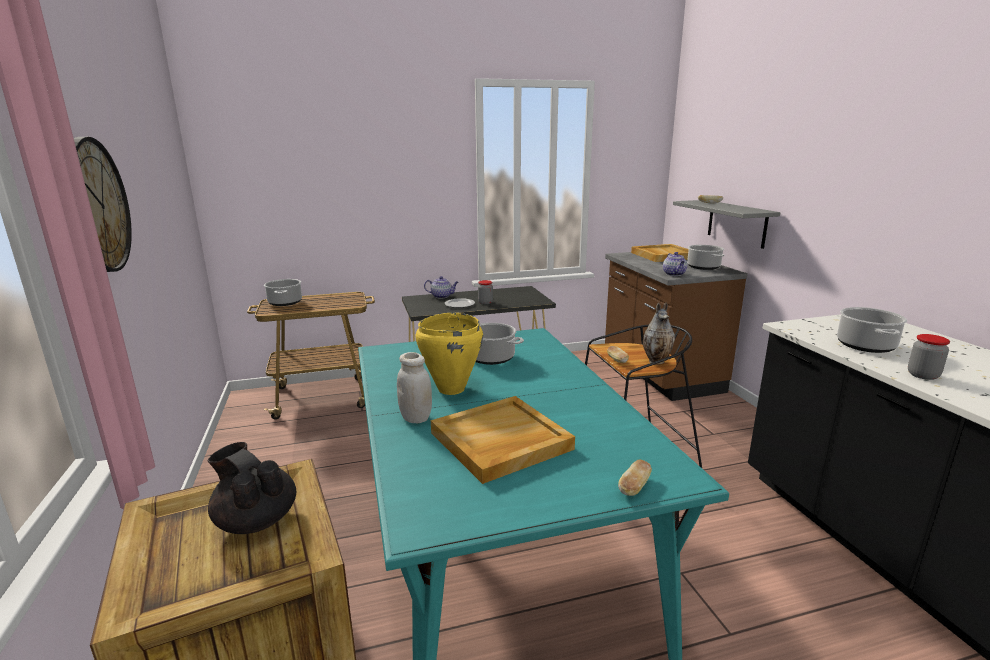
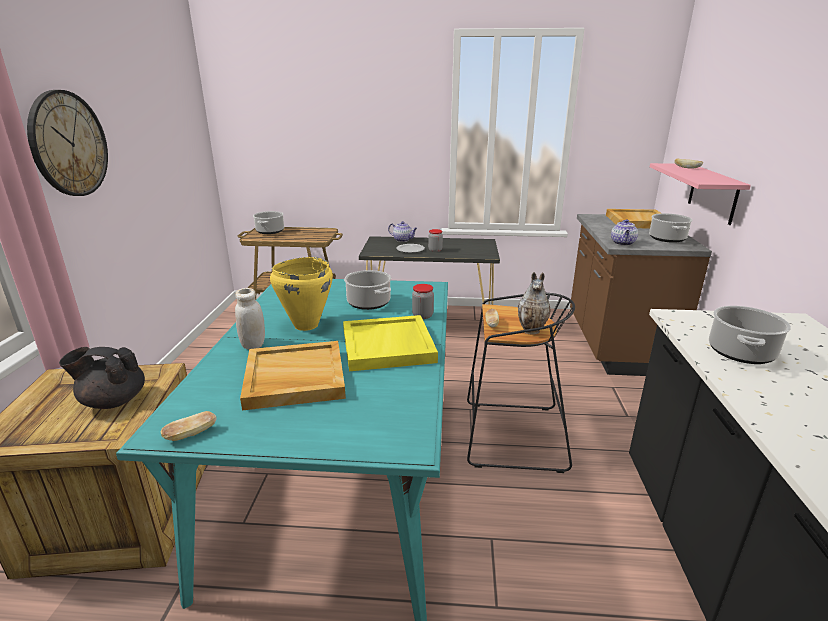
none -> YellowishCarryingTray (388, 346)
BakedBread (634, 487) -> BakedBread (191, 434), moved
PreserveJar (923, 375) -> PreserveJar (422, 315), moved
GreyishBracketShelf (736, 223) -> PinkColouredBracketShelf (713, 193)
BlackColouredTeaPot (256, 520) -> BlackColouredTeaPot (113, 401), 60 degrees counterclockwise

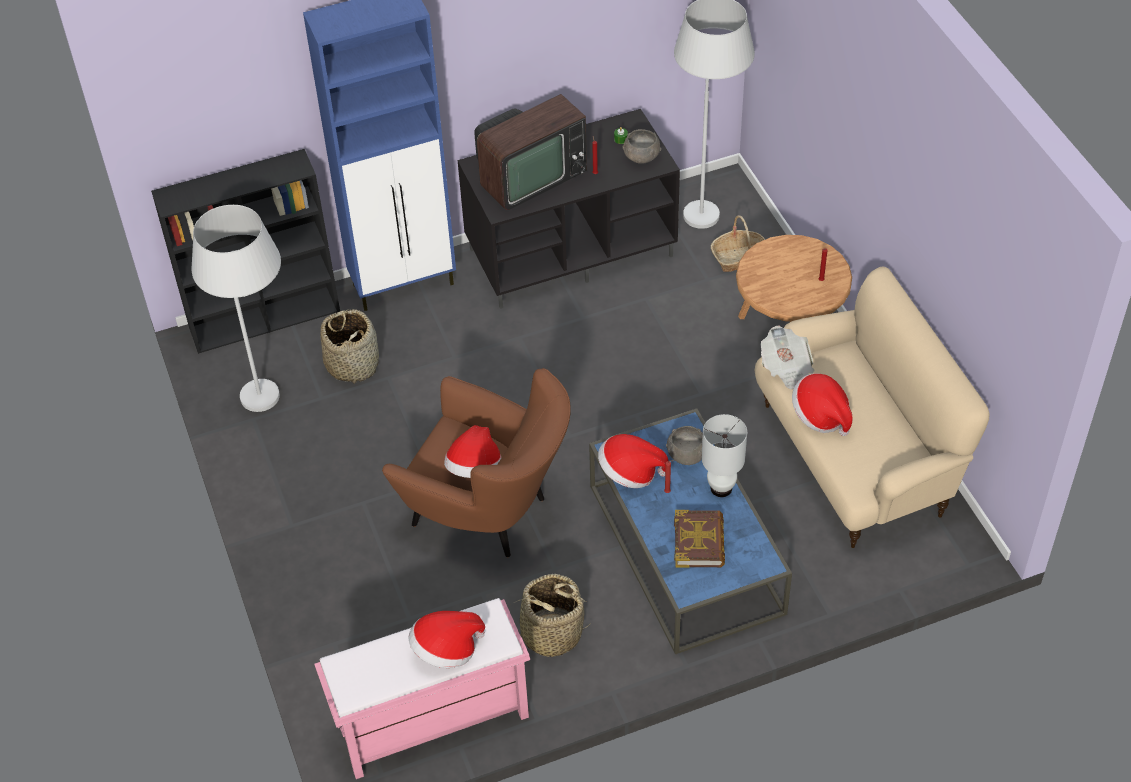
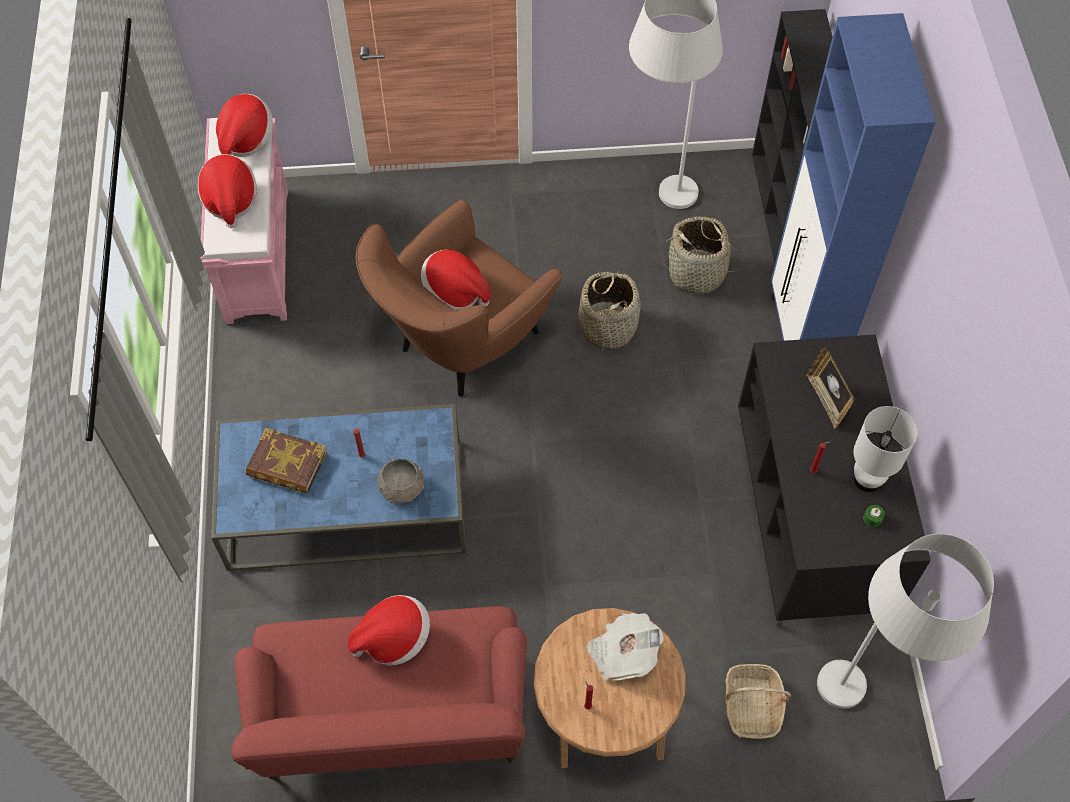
GreyishDeepDish (641, 156) -> none
Basket (551, 633) -> Basket (608, 326), moved
ClothingHat (630, 473) -> ClothingHat (245, 139), moved
WhitishLampForATable (721, 488) -> WhitishLampForATable (867, 480), moved
Newspaper (786, 367) -> Newspaper (623, 653), moved
Television (529, 176) -> StandingFrame (826, 399)
BeigeSettee (856, 458) -> ReddishSettee (393, 720)

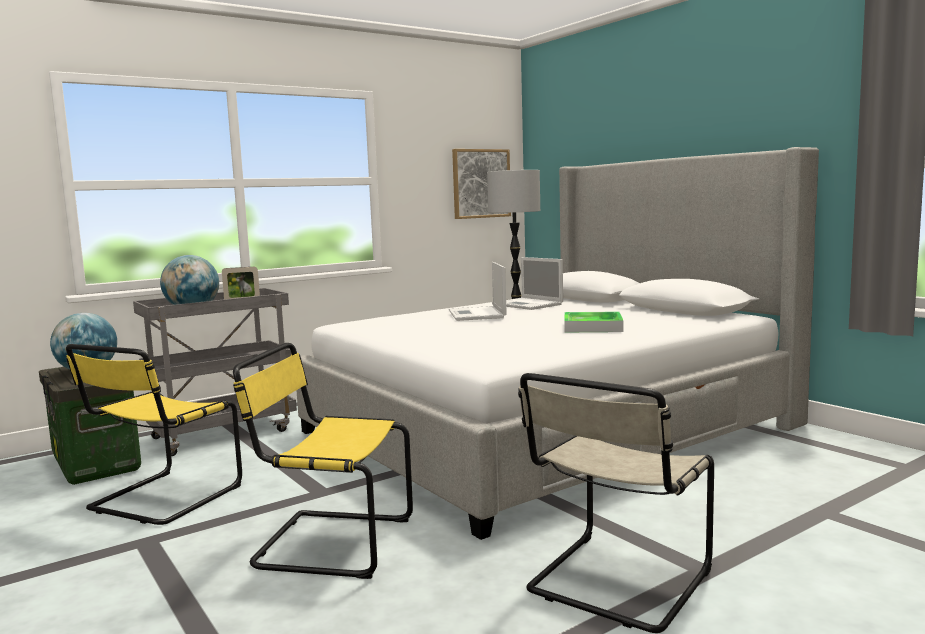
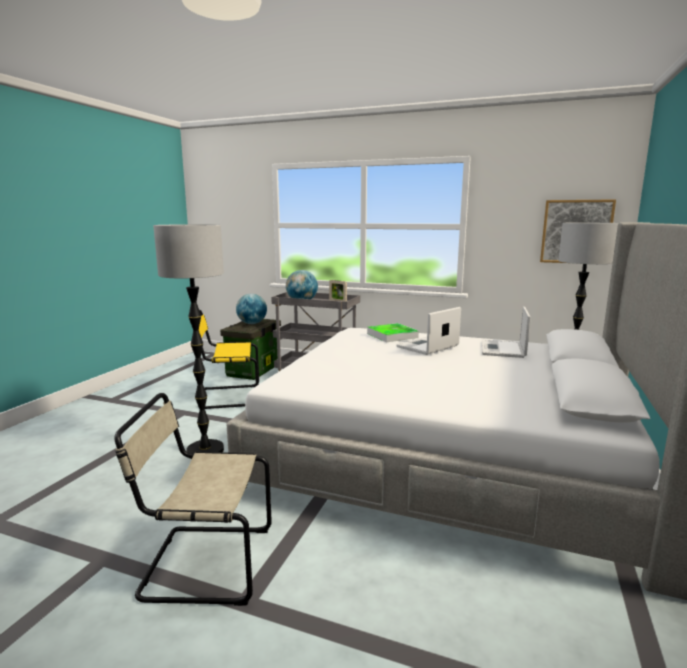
CarryingTray (592, 327) -> CarryingTray (392, 335), moved
YellowishUprightChair (328, 543) -> FloorLamp (205, 451)

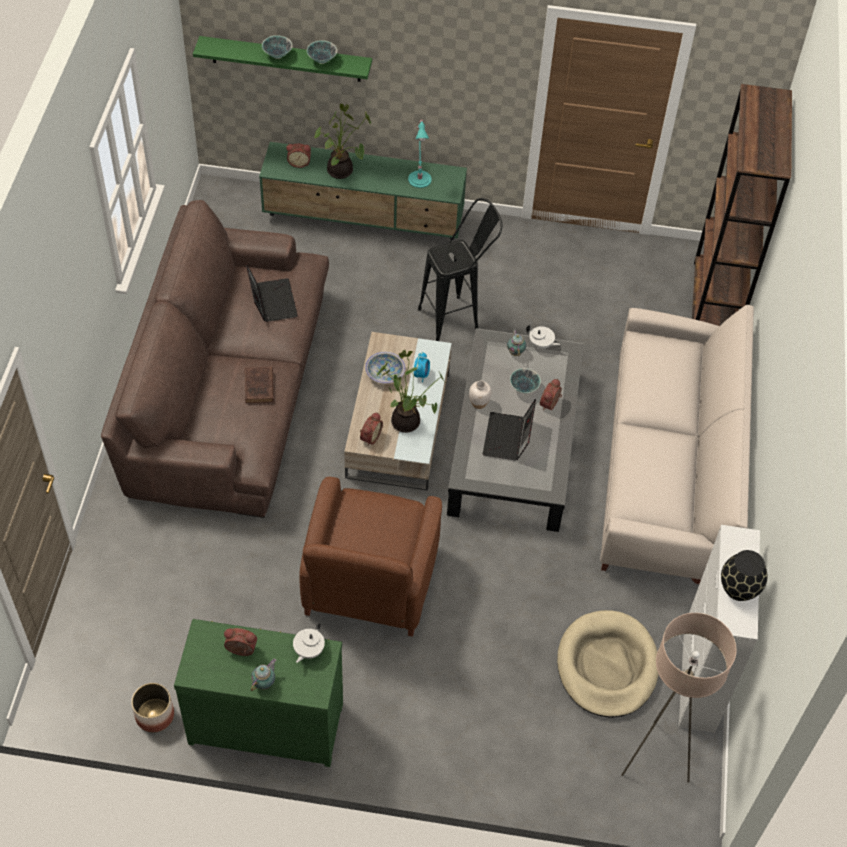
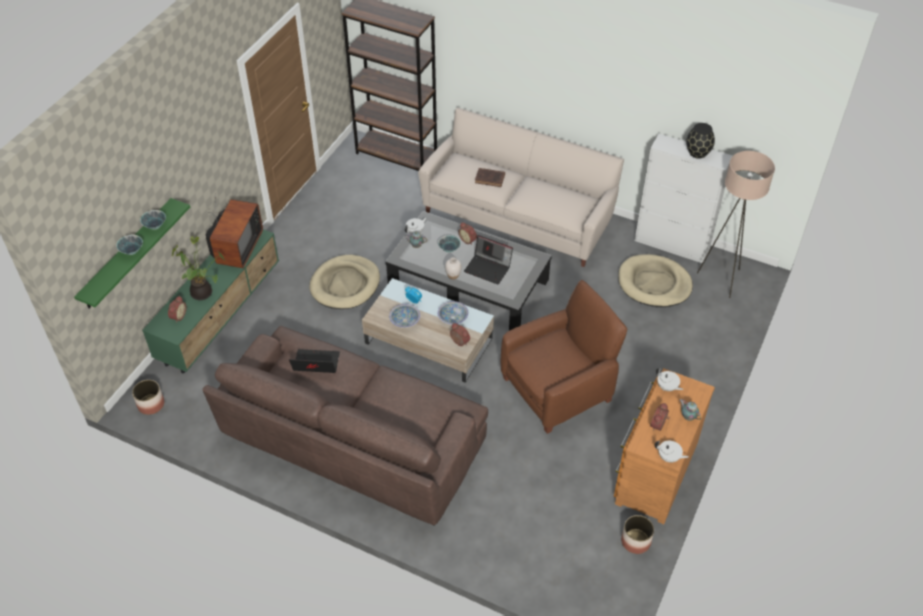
none -> PlantPot (150, 404)
none -> WhitishTeaPot (669, 457)
BrownColouredVolume (259, 388) -> BrownColouredVolume (490, 179), moved
Houseplant (407, 421) -> DeepDish (452, 318)
BlueGreenLampForATable (419, 178) -> Television (236, 249)
BlackColouredSittingStool (457, 317) -> BeigeDogBed (345, 284)
GreenDrawerChest (266, 719) -> BrownColouredDrawerChest (653, 472)
BrownColouredLoungeChair (369, 582) -> BrownColouredLoungeChair (558, 388), 60 degrees counterclockwise

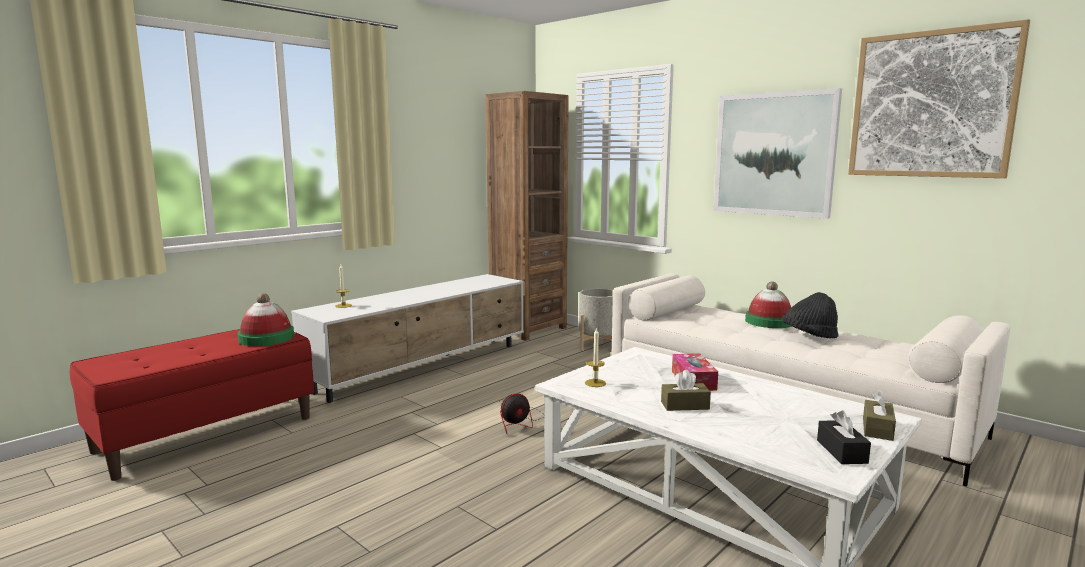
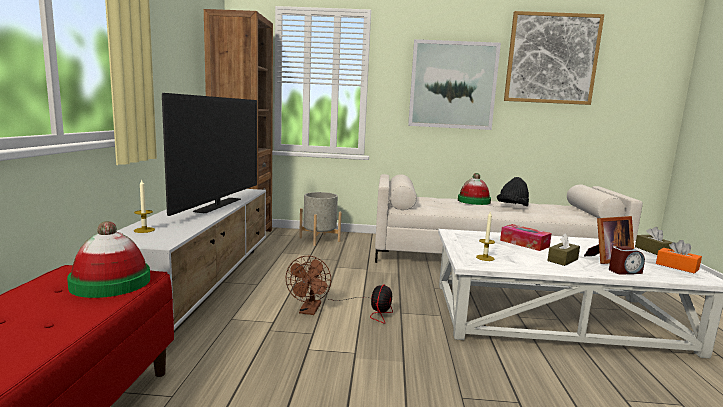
none -> Television (218, 205)
none -> BrownColouredCoolingFan (309, 311)
none -> StandingFrame (607, 259)
none -> AlarmClock (624, 271)
BlackColouredTissueHolder (841, 451) -> OrangeColouredTissueHolder (677, 266)

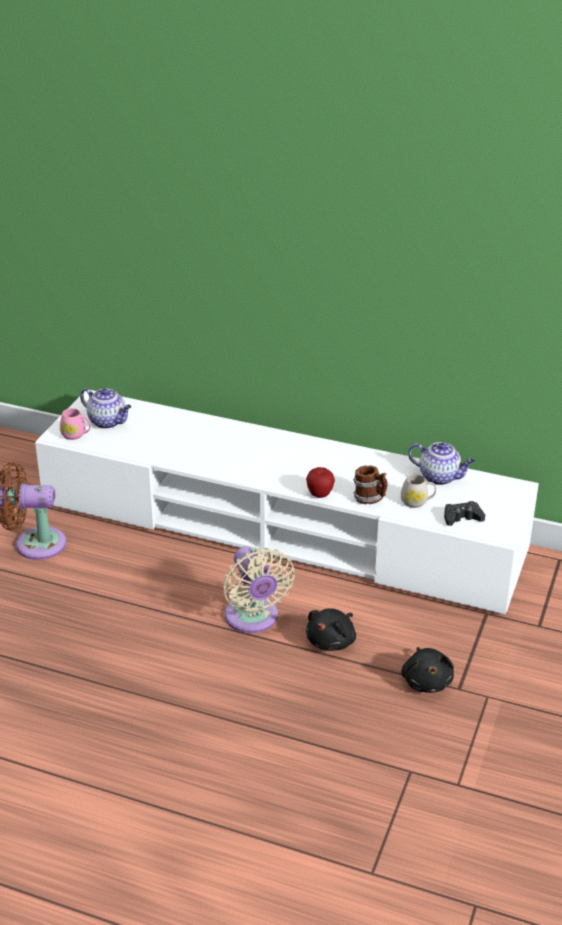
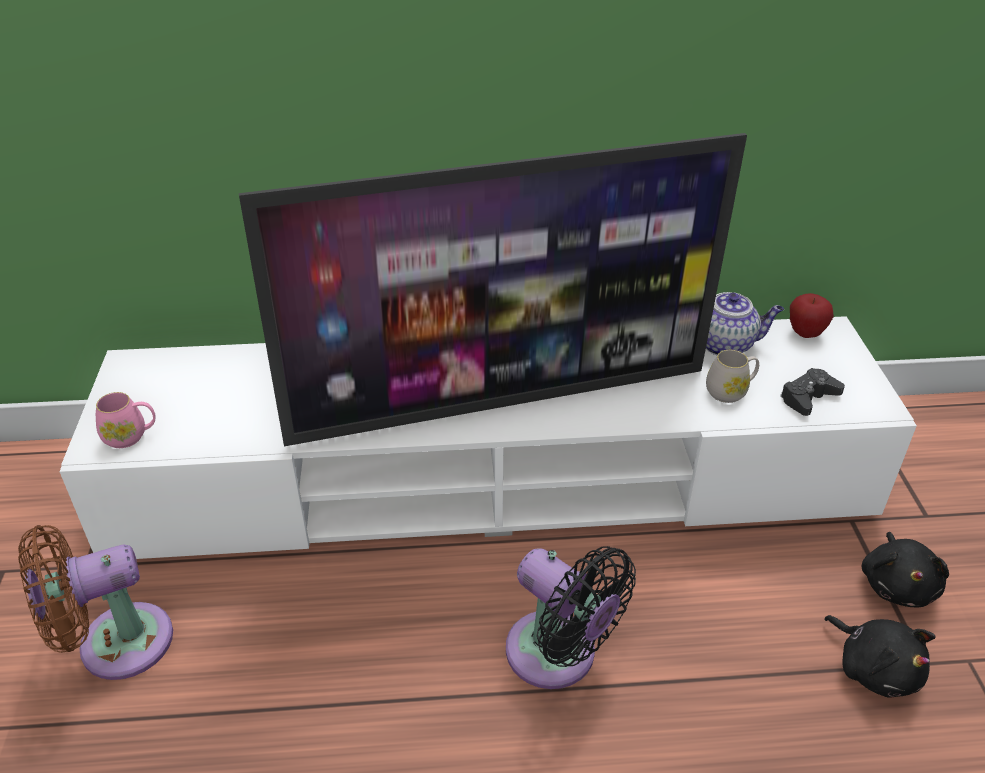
TeaPot (108, 422) -> none
CoffeeMug (370, 499) -> none
none -> Television (501, 402)
Apple (320, 495) -> Apple (805, 333), moved
BlackColouredCuddlyToy (332, 641) -> BlackColouredCuddlyToy (897, 585), moved
BeigeCoolingFan (253, 619) -> BlackColouredCoolingFan (558, 656)

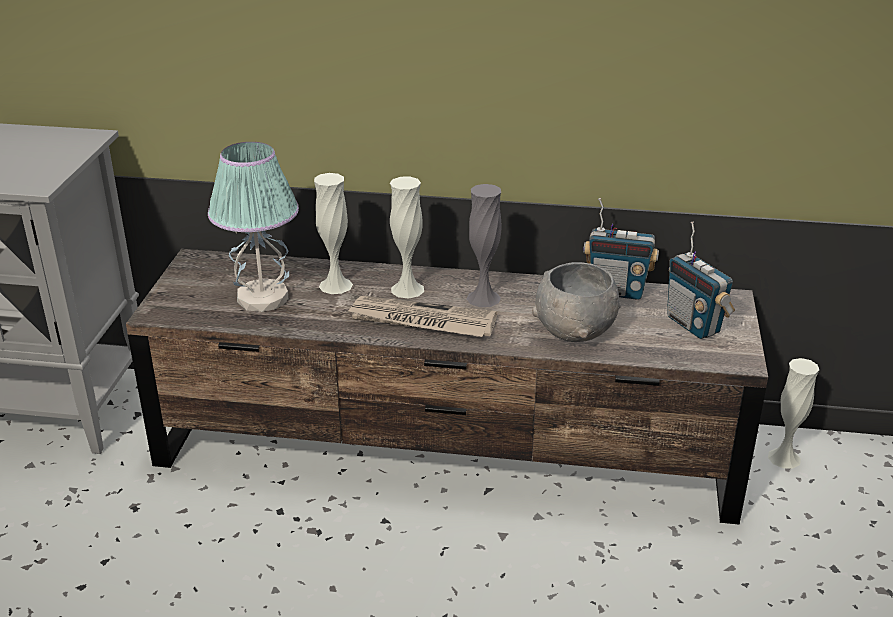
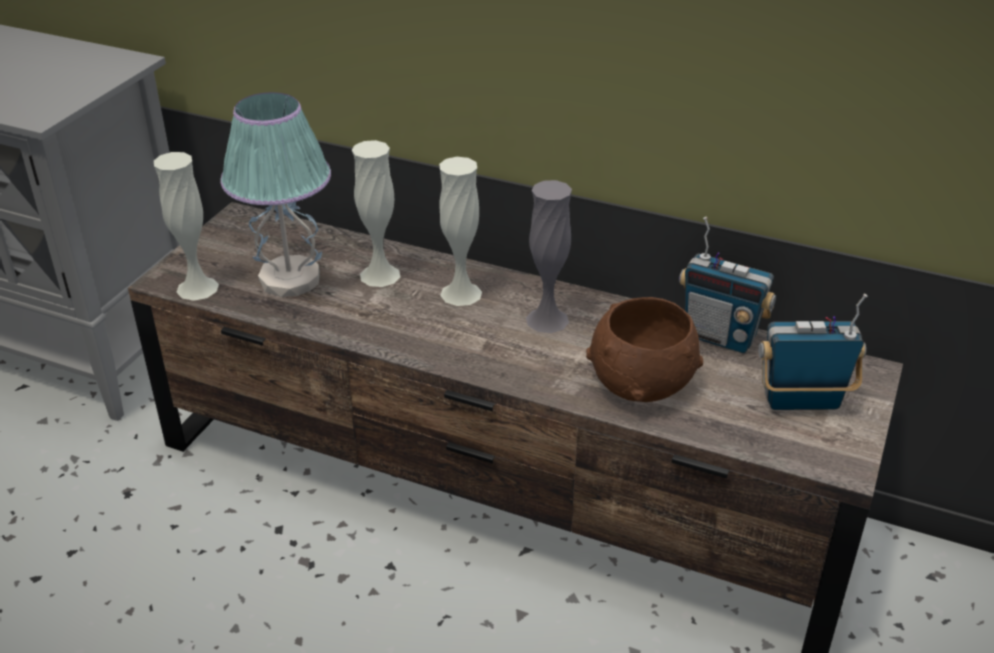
Newspaper (421, 321) -> none
WhitishVase (784, 458) -> WhitishVase (197, 288), moved
GreyishDeepDish (573, 331) -> BrownColouredDeepDish (640, 384)
RadioSet (693, 325) -> RadioSet (801, 401), 105 degrees clockwise

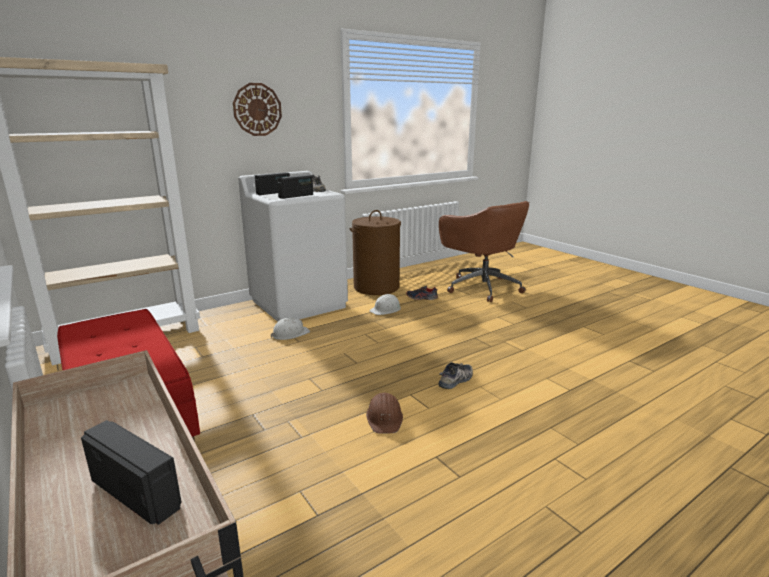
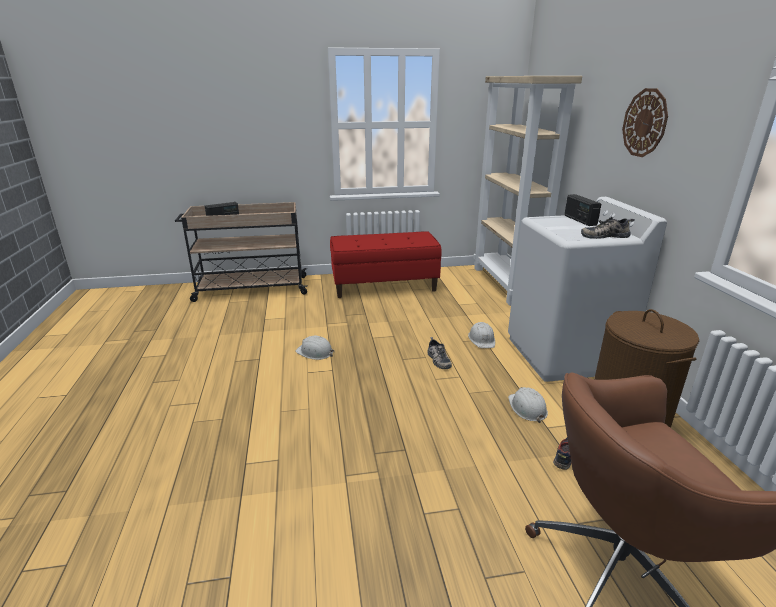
RadioSet (296, 196) -> none
Shoe (456, 380) -> Shoe (437, 359), moved
BrownColouredSafetyHelmet (384, 418) -> WhitishSafetyHelmet (315, 352)

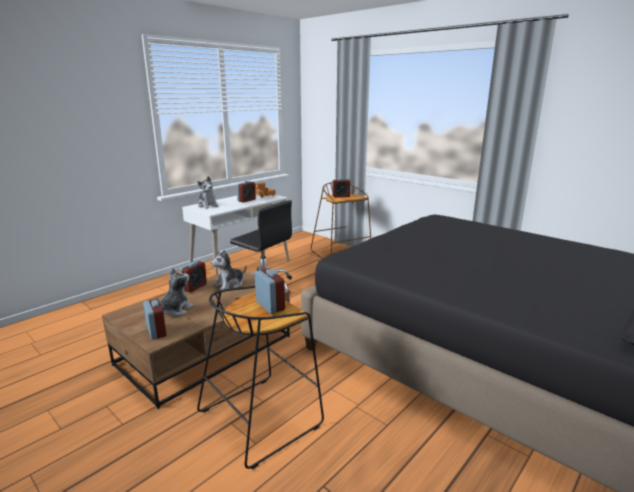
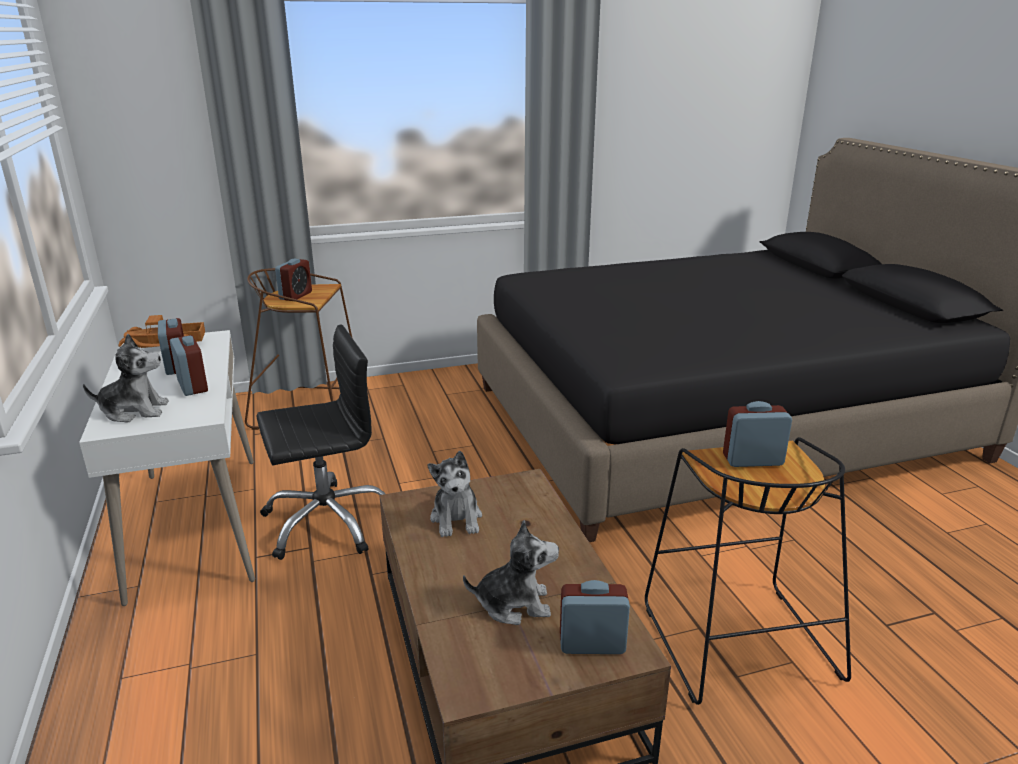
AlarmClock (194, 287) -> AlarmClock (192, 386), moved
CuddlyToy (175, 310) -> CuddlyToy (514, 604), 120 degrees clockwise

